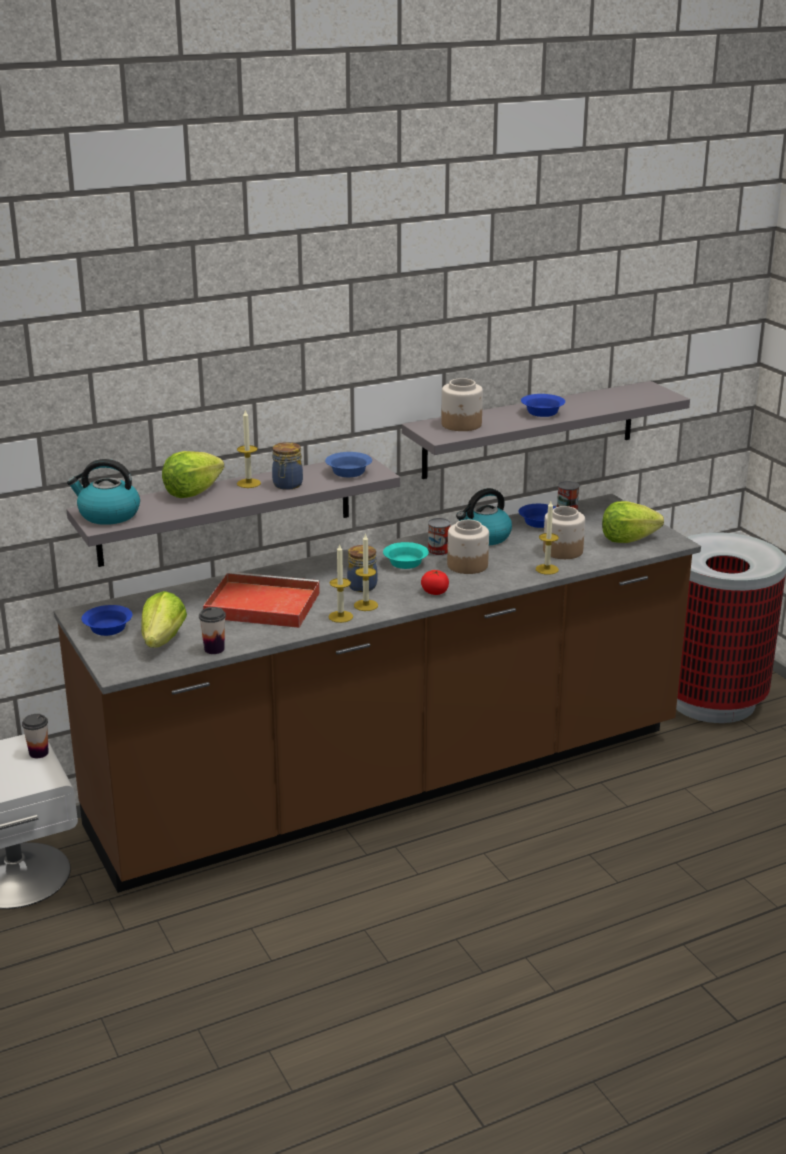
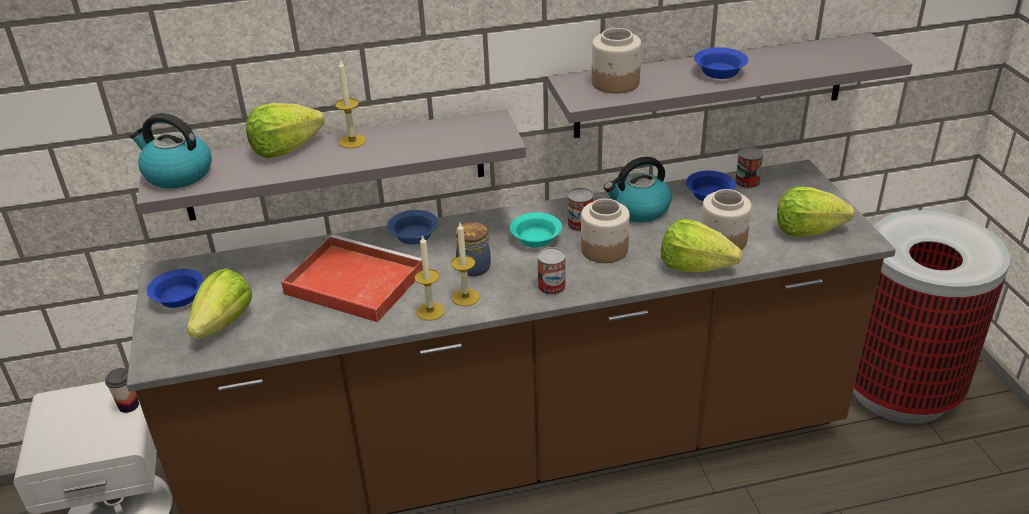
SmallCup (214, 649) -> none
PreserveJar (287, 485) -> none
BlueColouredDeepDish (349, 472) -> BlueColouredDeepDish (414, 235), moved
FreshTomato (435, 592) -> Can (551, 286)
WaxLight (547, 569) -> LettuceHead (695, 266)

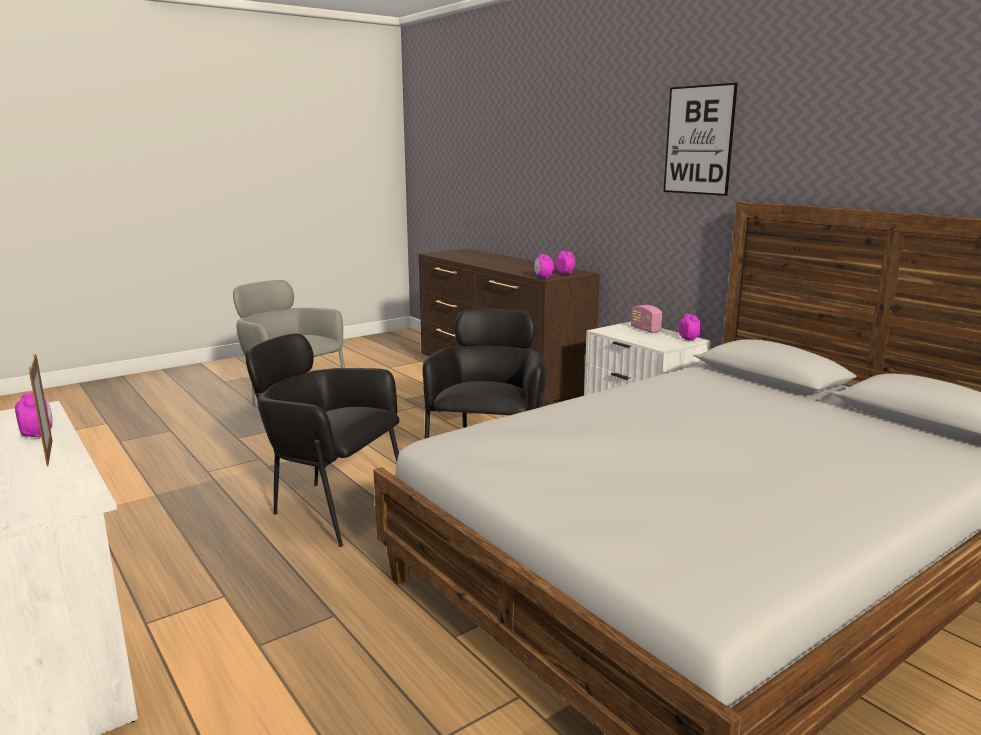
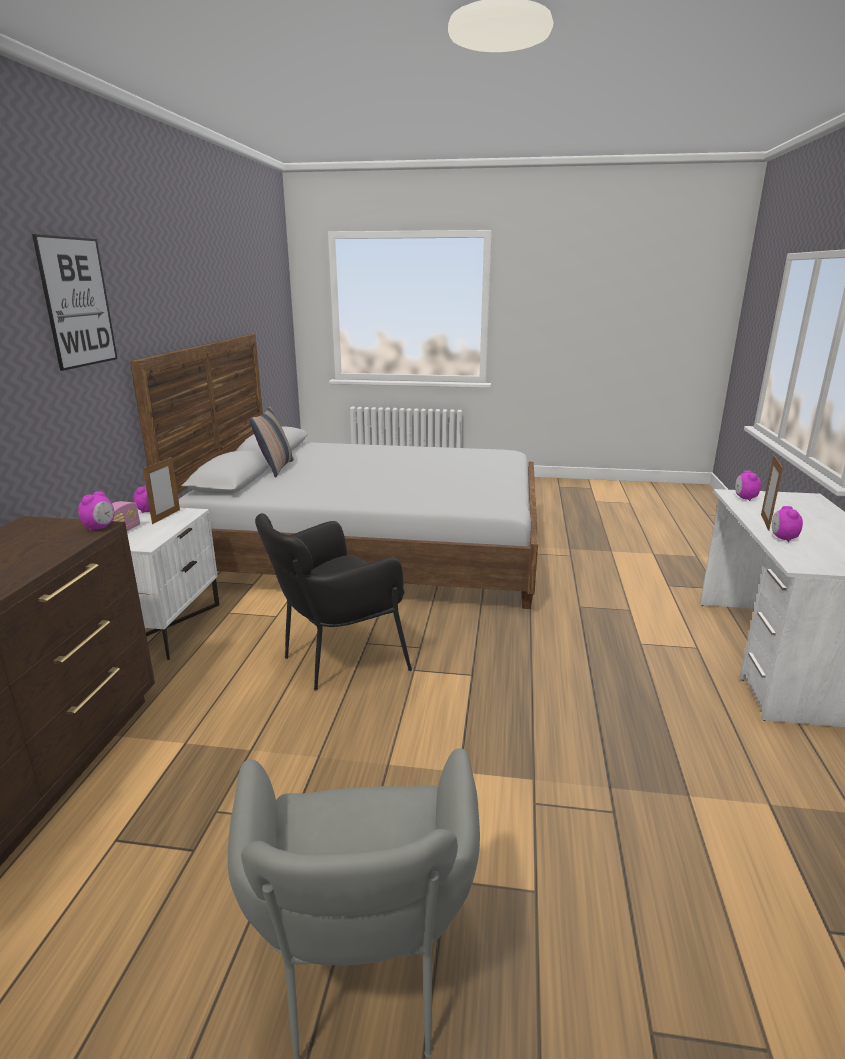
BlackColouredLoungeChair (330, 506) -> none
none -> StandingFrame (166, 516)
none -> Cushion (275, 468)
AlarmClock (565, 273) -> AlarmClock (744, 498), moved

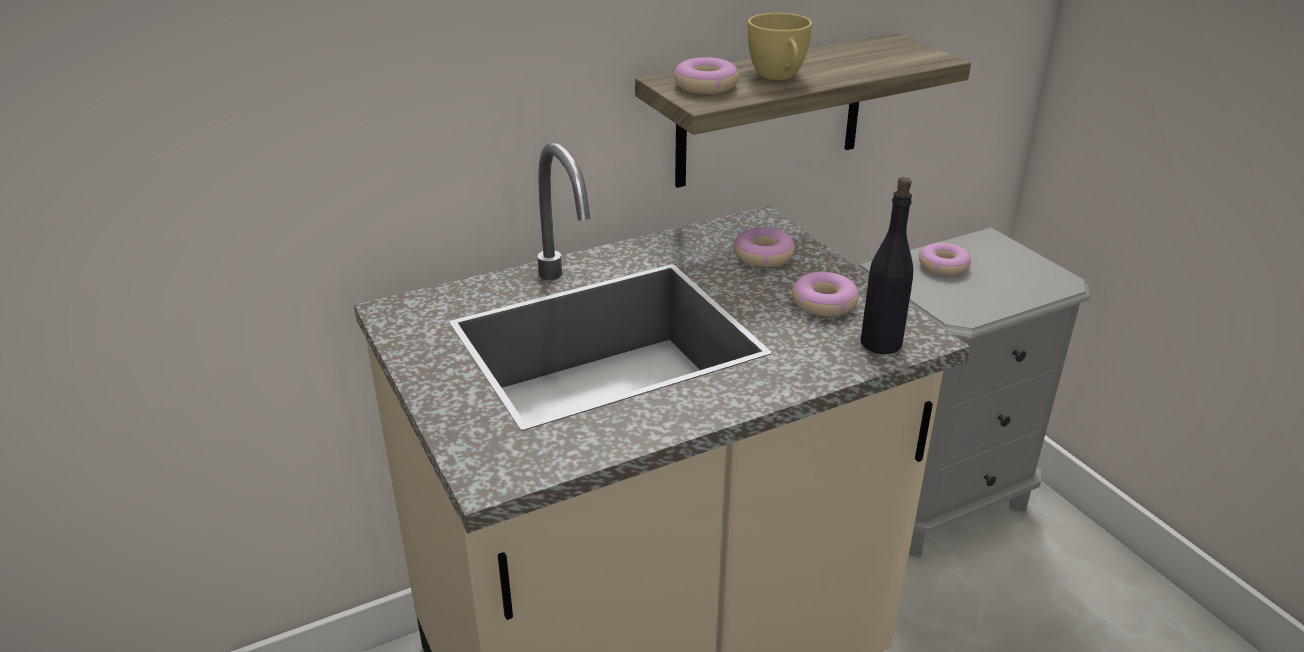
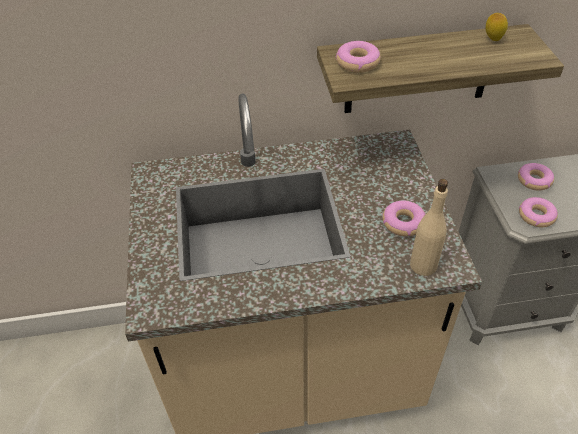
YellowishSmallCup (779, 77) -> none
none -> CitrusFruit (492, 39)
RingDoughnut (763, 256) -> RingDoughnut (536, 216), moved
BlackColouredDrinkBottle (881, 343) -> BeigeDrinkBottle (423, 265)

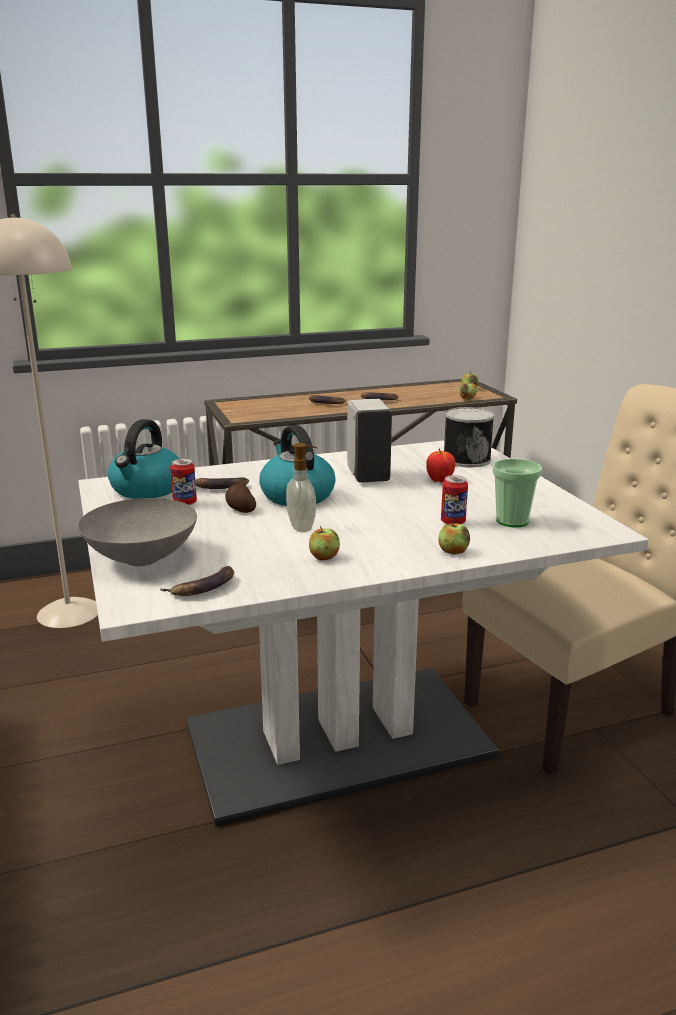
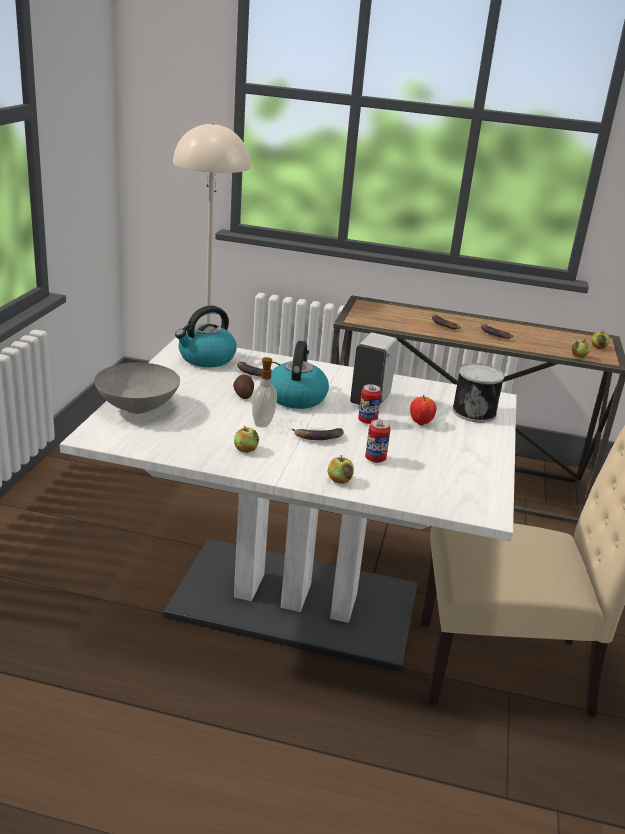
SmallCup (512, 521) -> none
WholeBanana (203, 587) -> WholeBanana (318, 436), moved
Can (185, 503) -> Can (367, 421), moved

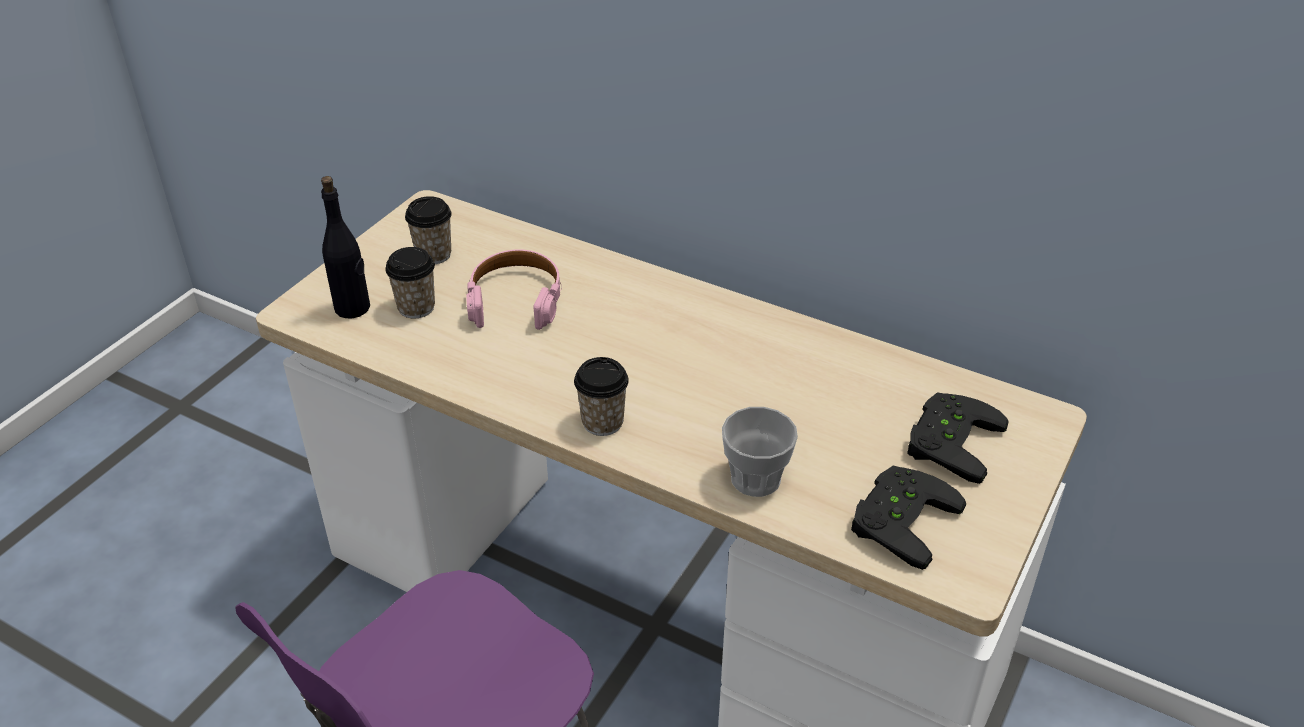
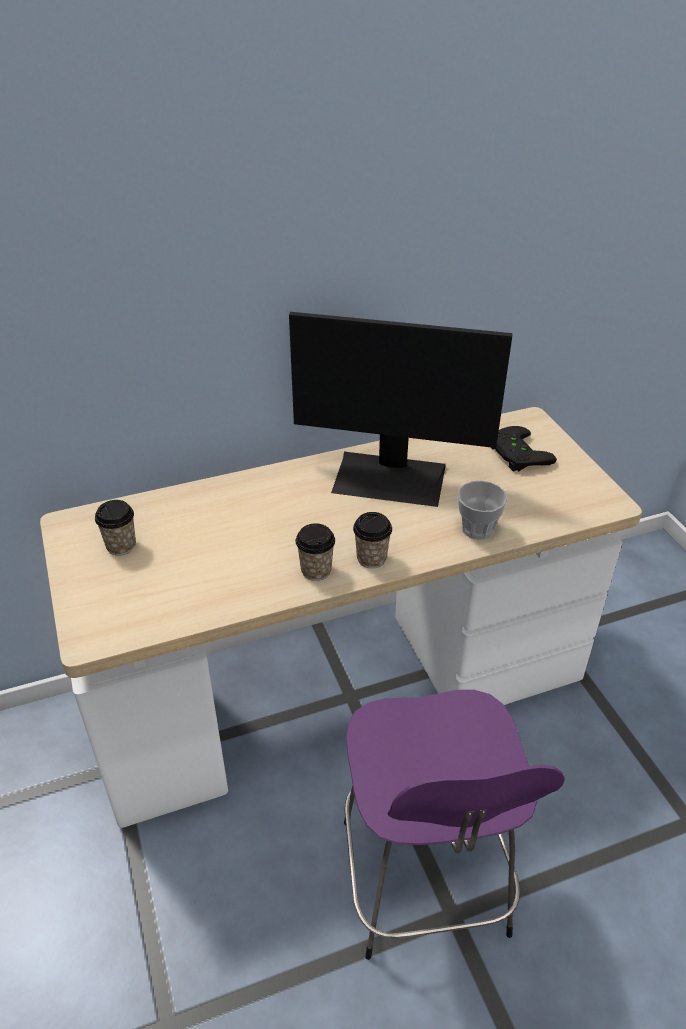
BlackColouredDrinkBottle (353, 308) -> none
PinkColouredHeadphones (515, 299) -> none
BlackColouredGameController (898, 518) -> none
none -> Monitor (390, 478)
SmallCup (416, 307) -> SmallCup (316, 570), moved

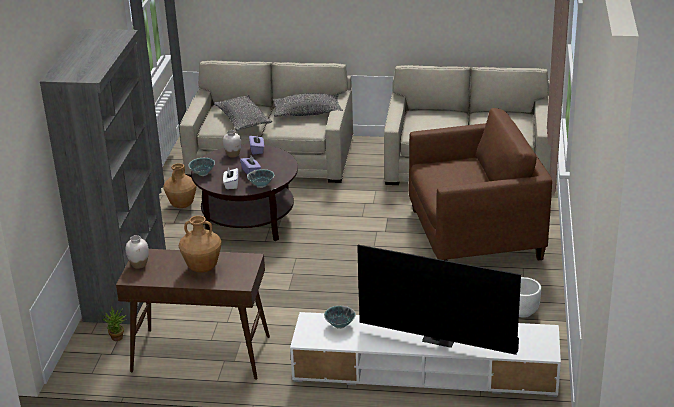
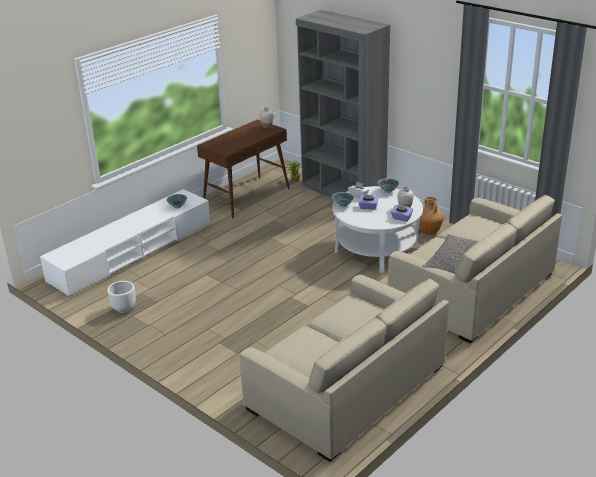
BrownColouredVase (203, 268) -> none
GreyishCushion (243, 120) -> none
Television (440, 338) -> none
BrownColouredLoungeChair (474, 234) -> none
BrownColouredLoungeTable (249, 220) -> WhitishLoungeTable (376, 250)

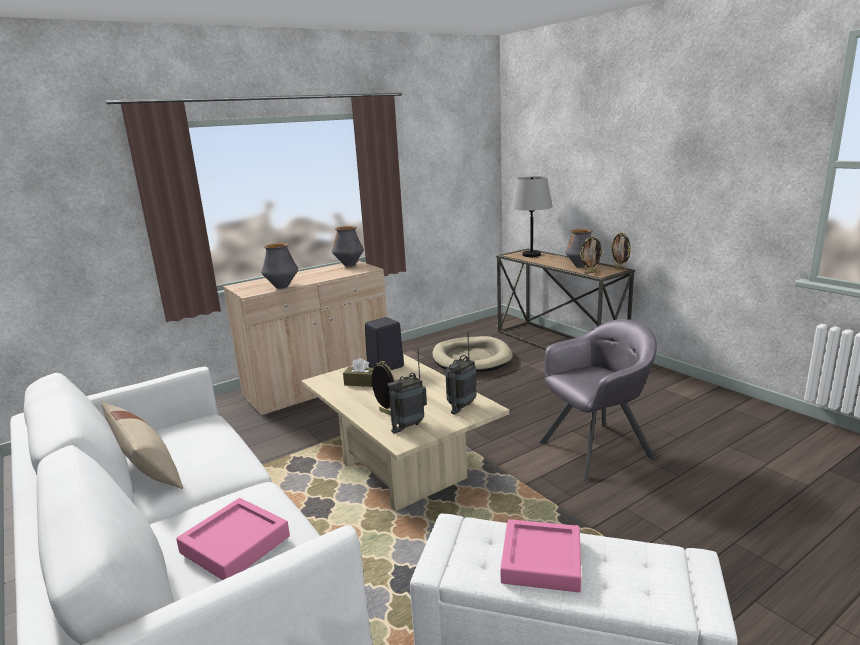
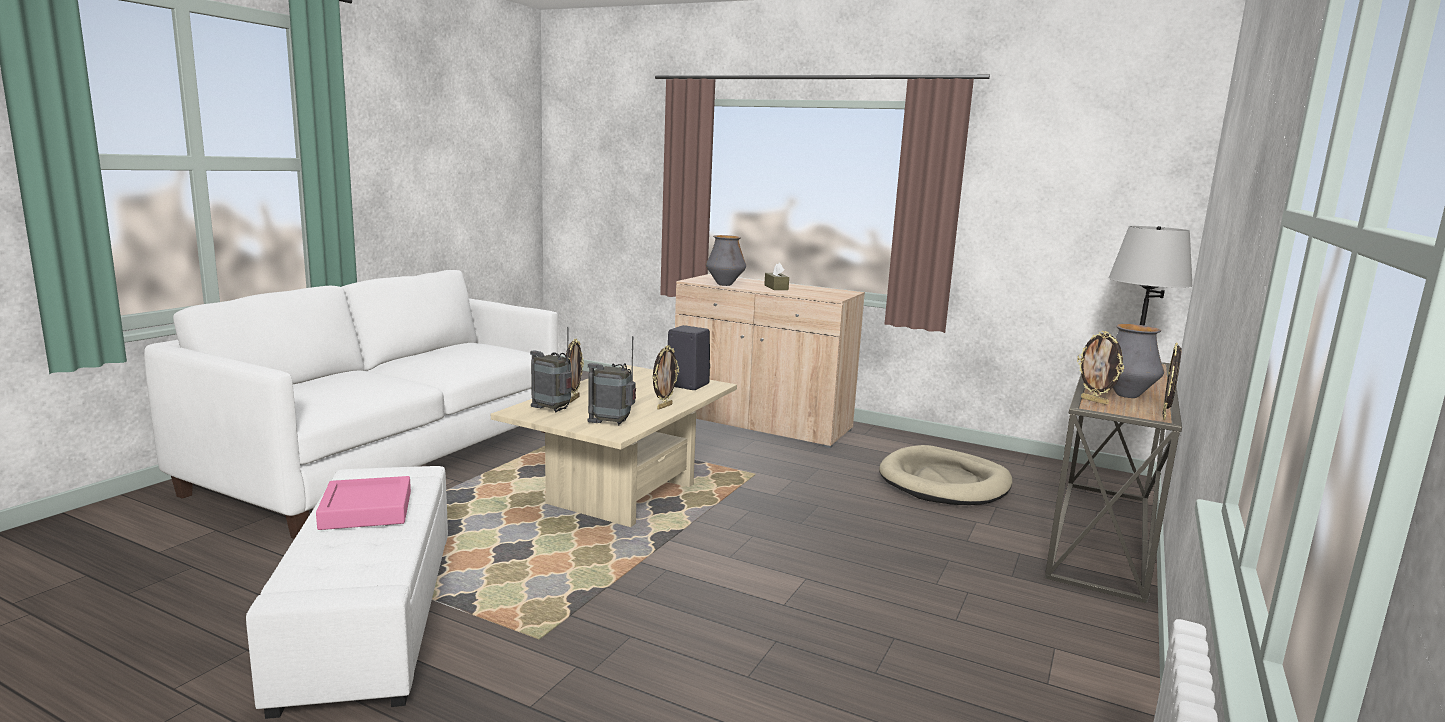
BeigeCushion (145, 466) -> none
PinkColouredCarryingTray (235, 544) -> none
Vase (349, 265) -> none
GreyishLoungeChair (596, 450) -> none
none -> StandingFrame (664, 406)
BrownColouredTissueHolder (361, 382) -> BrownColouredTissueHolder (776, 287), moved

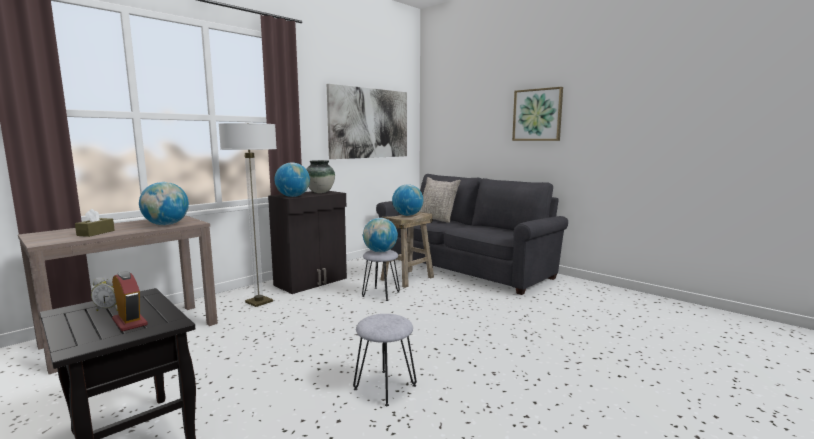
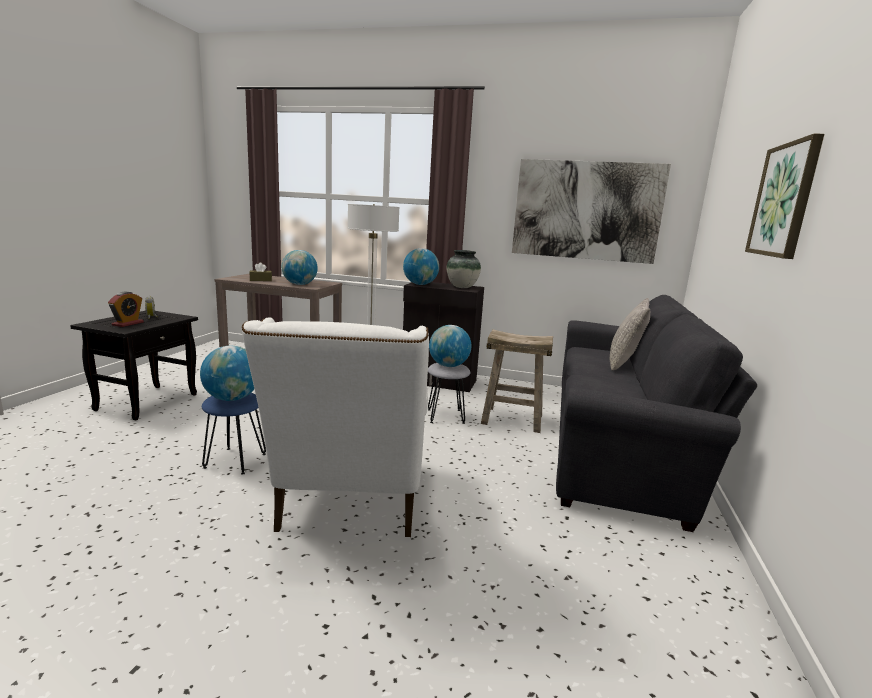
none -> WhitishLoungeChair (349, 505)
WorldGlobe (407, 215) -> WorldGlobe (232, 399), moved
GreyishSittingStool (384, 387) -> BlueColouredSittingStool (235, 460)

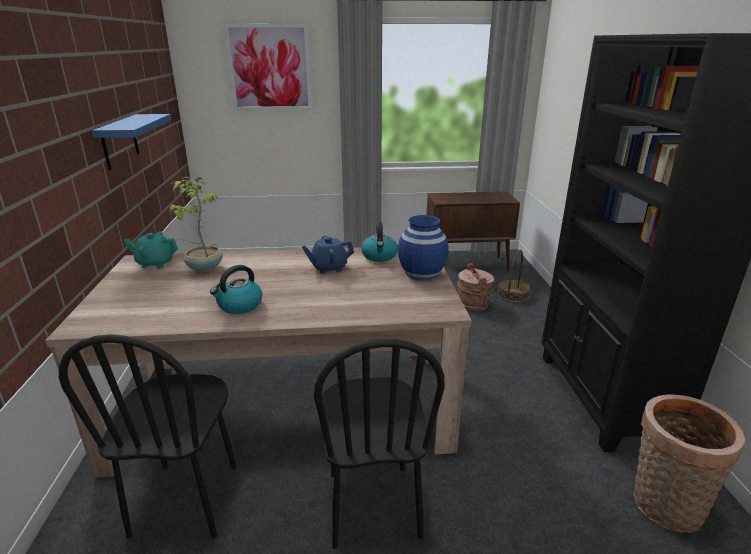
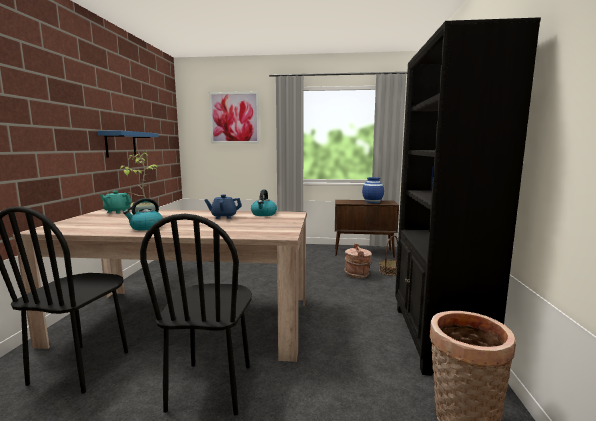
BlueColouredVase (421, 273) -> BlueColouredVase (372, 202), moved

